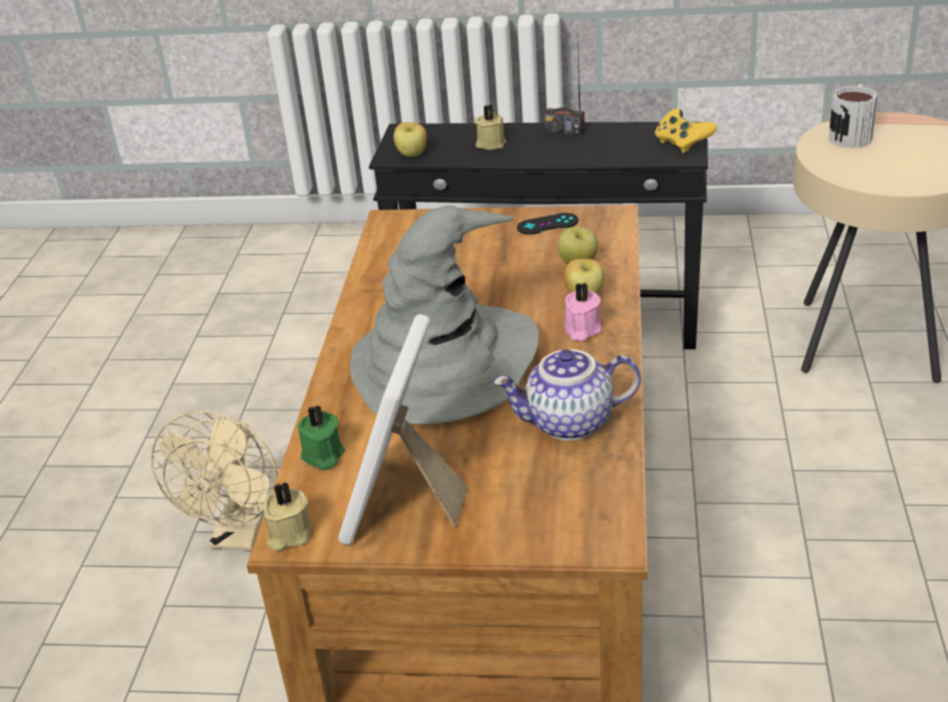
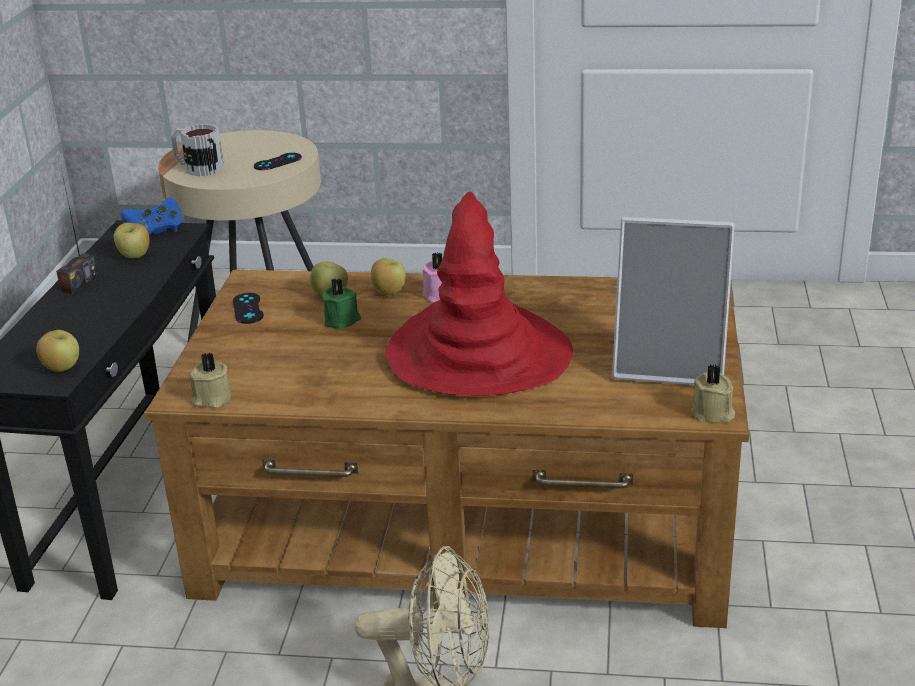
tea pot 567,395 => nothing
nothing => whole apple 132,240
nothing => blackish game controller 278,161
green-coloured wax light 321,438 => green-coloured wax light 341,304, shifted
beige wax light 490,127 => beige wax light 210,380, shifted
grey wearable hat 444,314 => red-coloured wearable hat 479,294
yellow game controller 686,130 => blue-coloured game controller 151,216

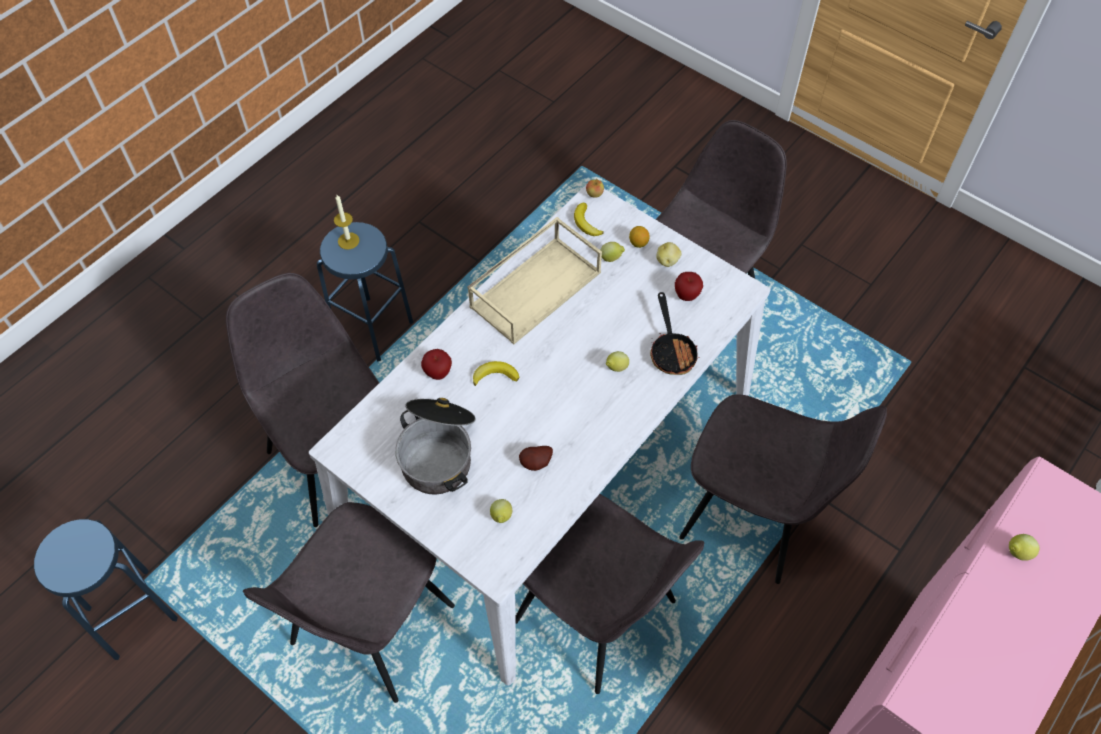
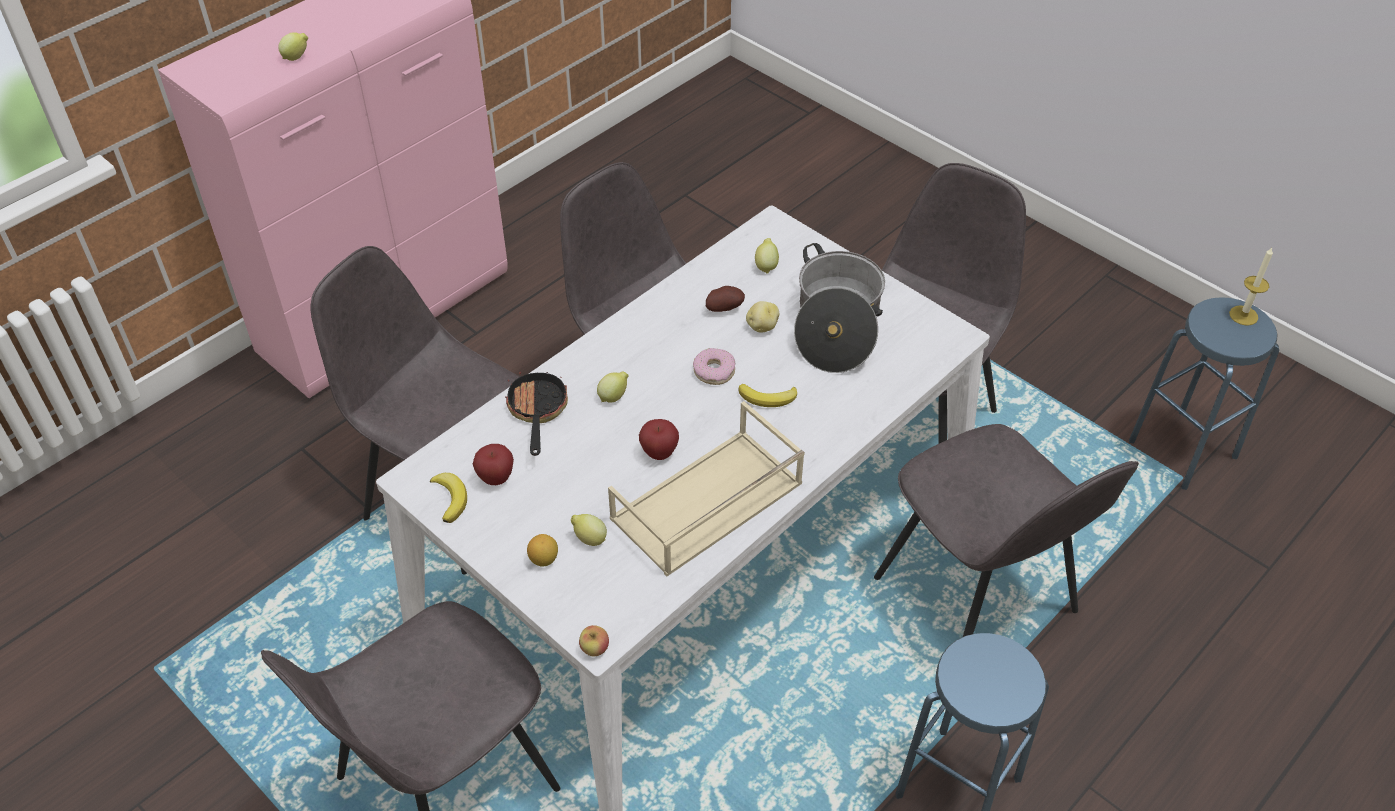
nothing => donut 714,366
wax light 346,222 => wax light 1251,287, shifted
whole apple 436,364 => whole apple 659,439, shifted
banana fruit 588,219 => banana fruit 448,498, shifted
whole potato 669,254 => whole potato 762,316, shifted

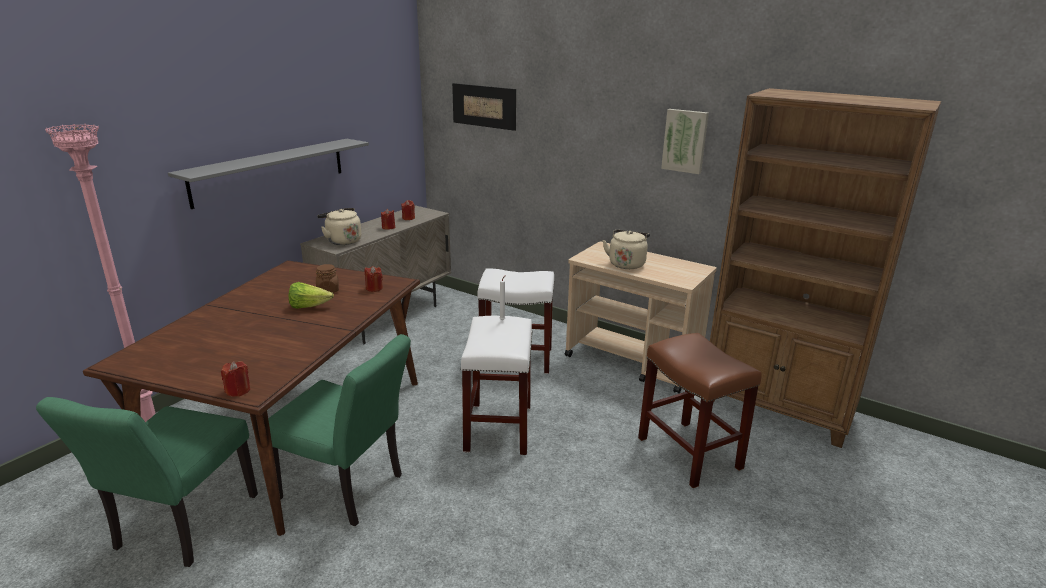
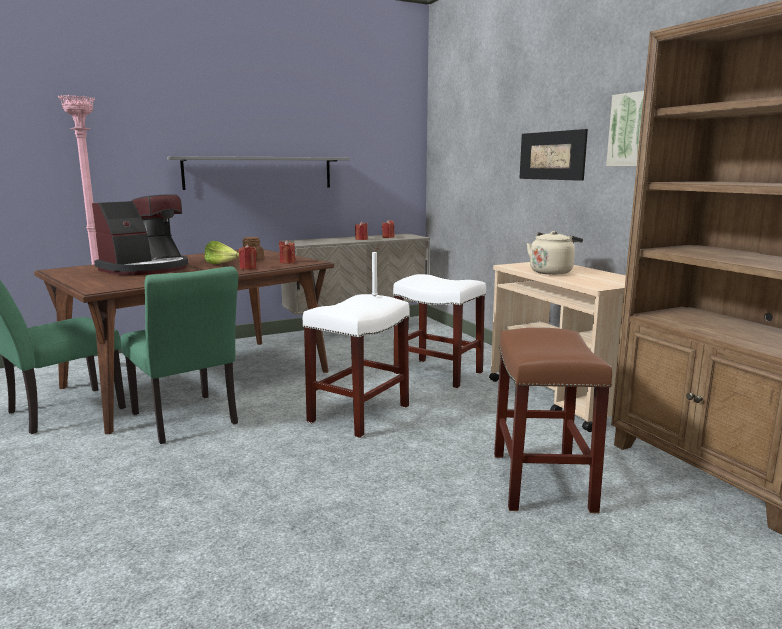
beige water kettle 339,226 => nothing
nothing => coffee brewer 140,234
red-coloured wax light 235,379 => red-coloured wax light 248,257, shifted
picture 484,107 => picture 553,155, shifted

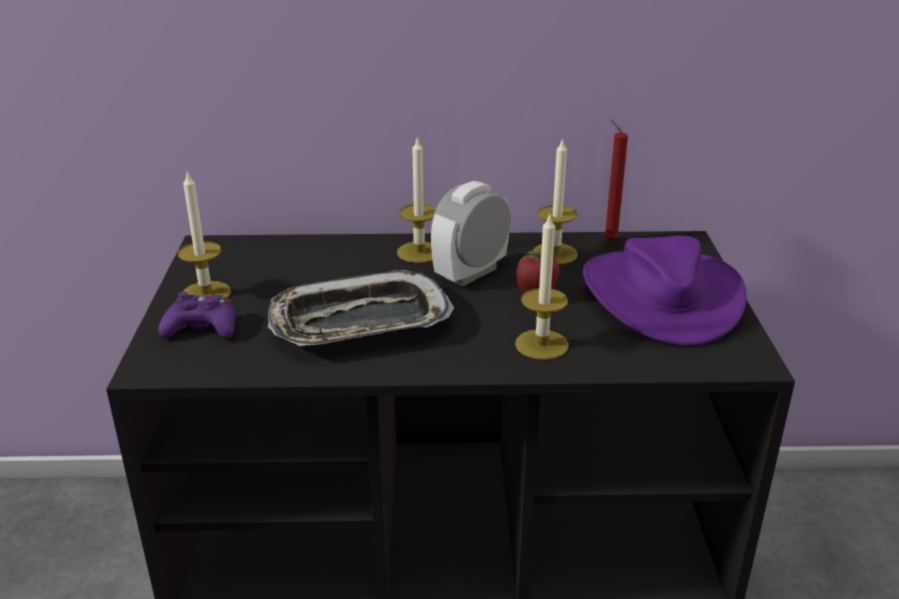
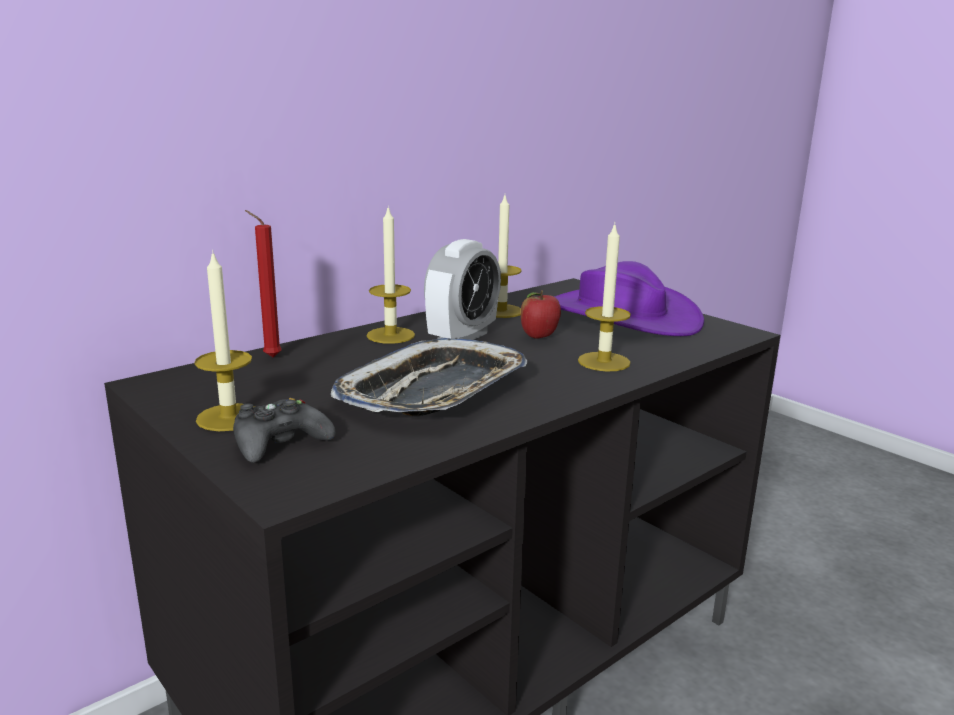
red-coloured wax light 616,180 => red-coloured wax light 263,283, shifted
purple game controller 196,315 => blackish game controller 284,430
alarm clock 471,233 => alarm clock 462,289, 150 degrees counterclockwise

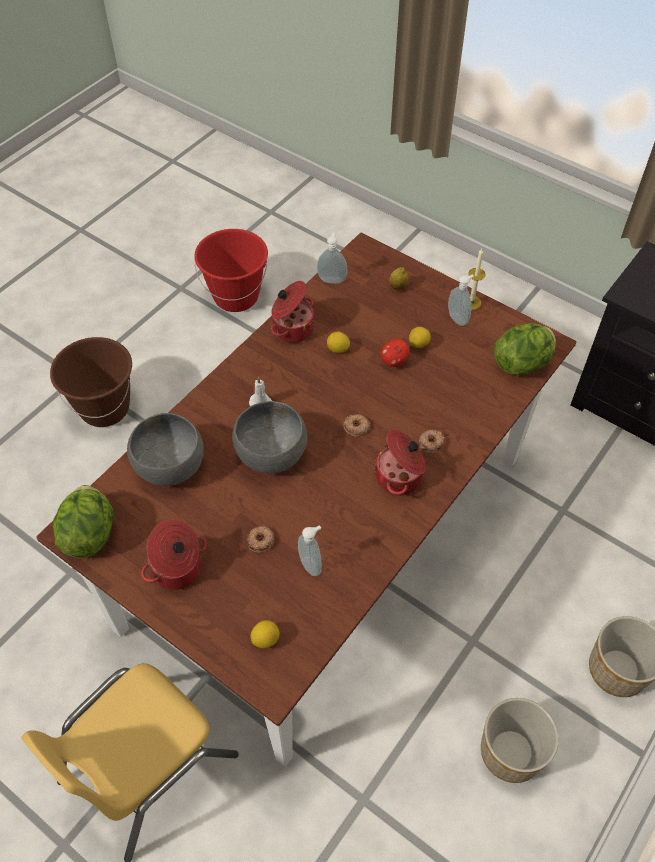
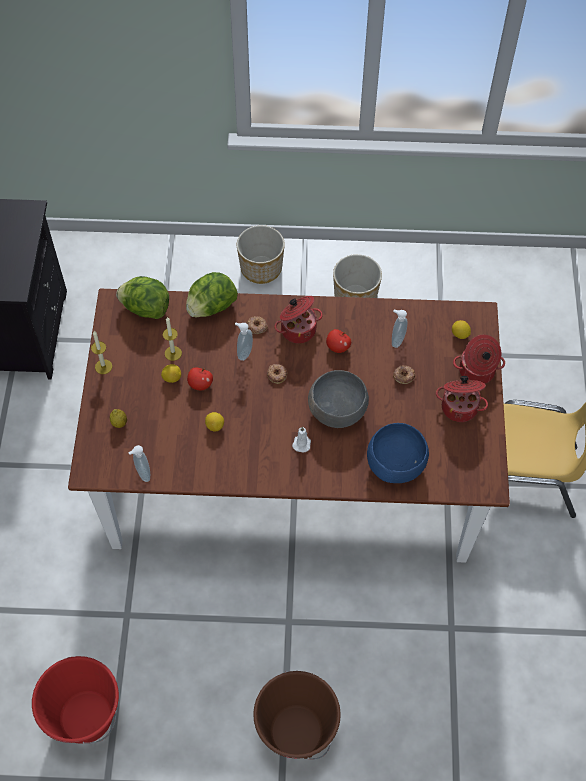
nothing => wax light 172,339
nothing => whole apple 338,341
lettuce 83,521 => lettuce 212,294, shifted
stockpot 292,312 => stockpot 479,359, shifted
soap dispenser 461,300 => soap dispenser 244,342, shifted
grey bowl 165,449 => blue-coloured bowl 398,453

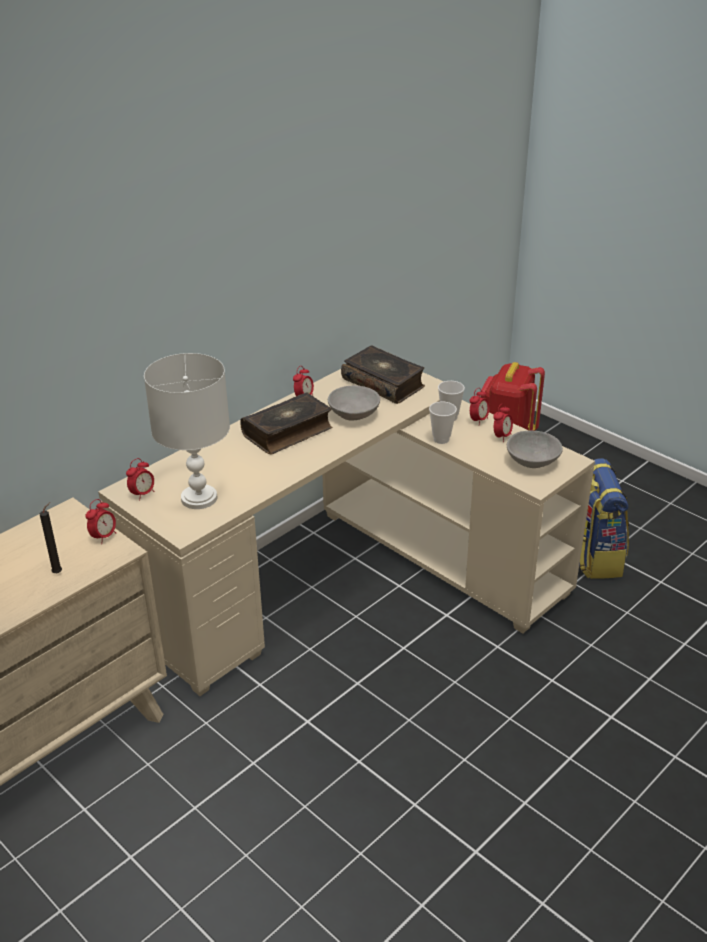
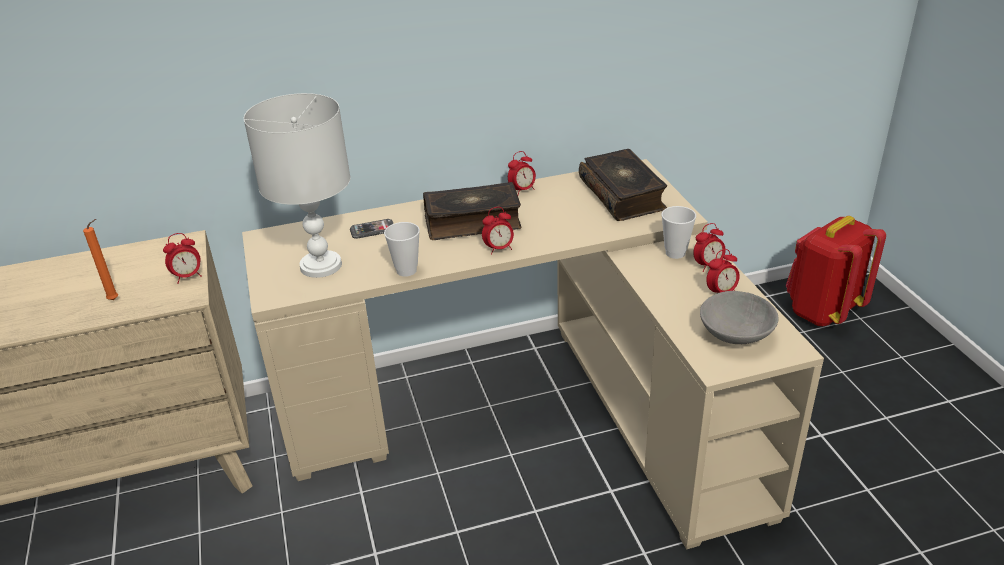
grey bowl 354,403 => nothing
rucksack 604,518 => nothing
nothing => telephone 372,229
alarm clock 140,479 => alarm clock 498,231, shifted
small cup 443,423 => small cup 402,249, shifted
blackish wax light 51,537 => orange wax light 100,259

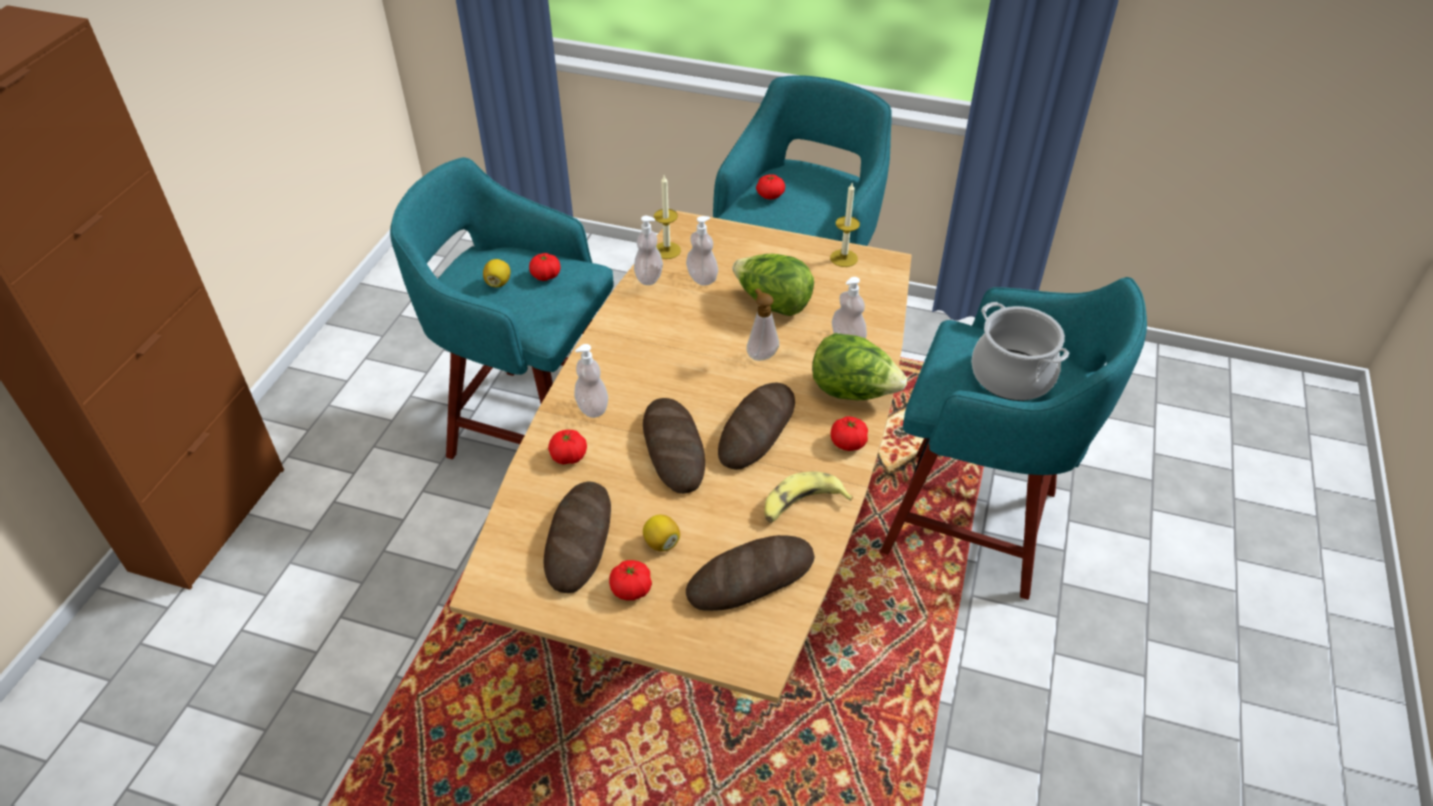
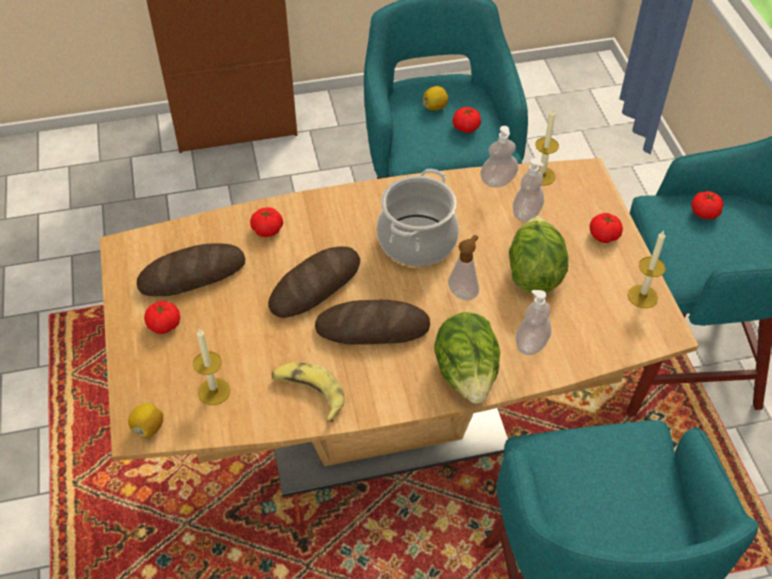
soap dispenser 591,381 => nothing
lemon 661,533 => lemon 145,420, shifted
tomato 849,433 => tomato 606,228, shifted
stockpot 1020,351 => stockpot 418,217, shifted
bread 750,573 => wax light 211,367

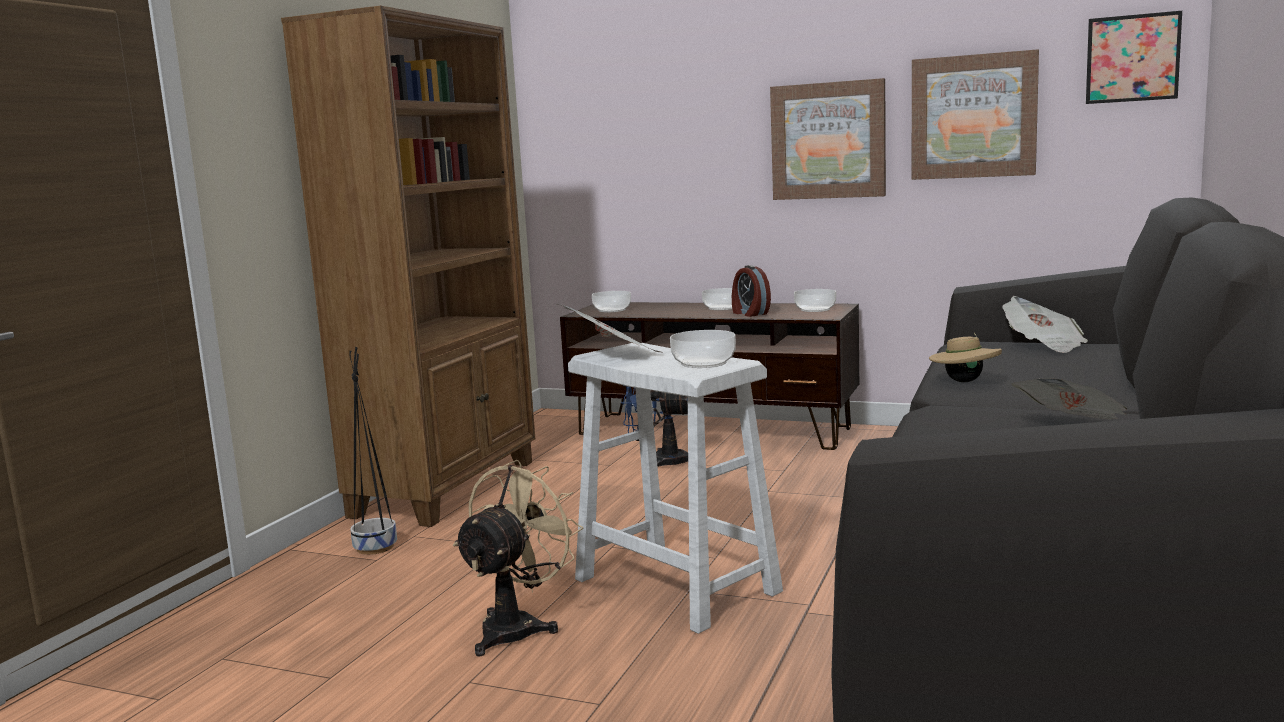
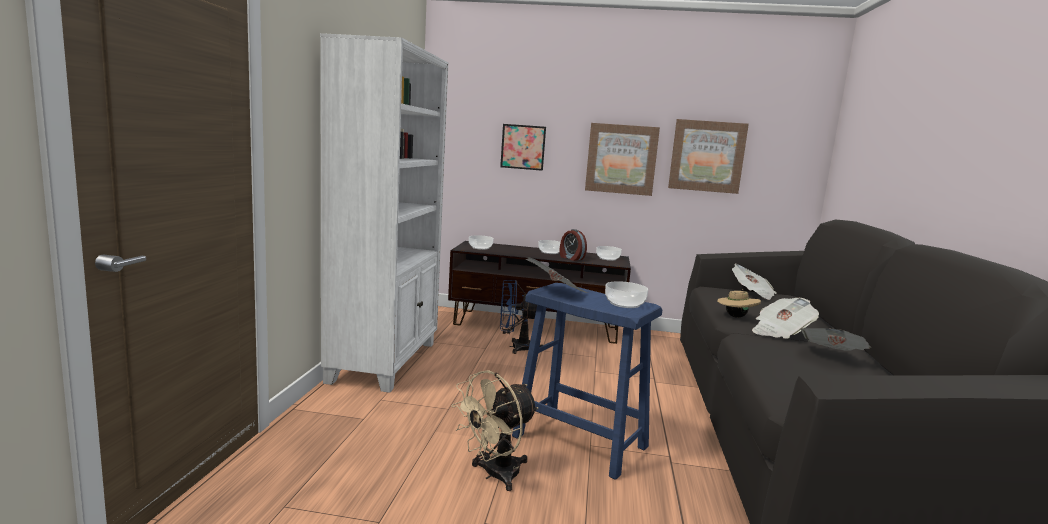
blackish flower pot 373,451 => nothing
nothing => daily paper 785,318
picture 1134,57 => picture 523,147, shifted
brown-coloured bookcase 408,266 => white bookcase 384,213
white sitting stool 675,488 => blue-coloured sitting stool 587,381
beige cooling fan 518,558 => beige cooling fan 495,430, 150 degrees counterclockwise

